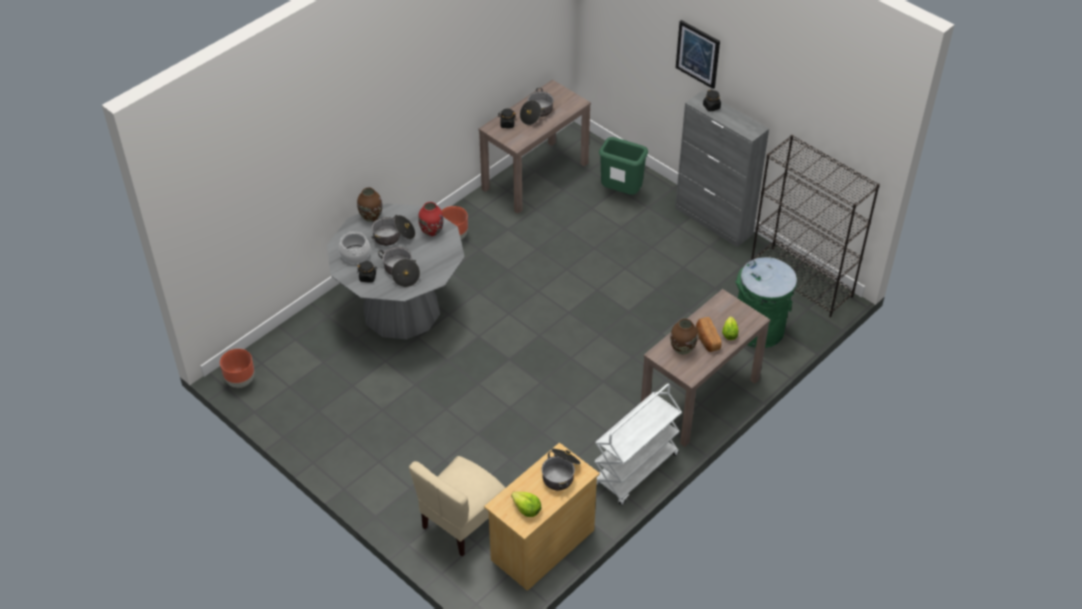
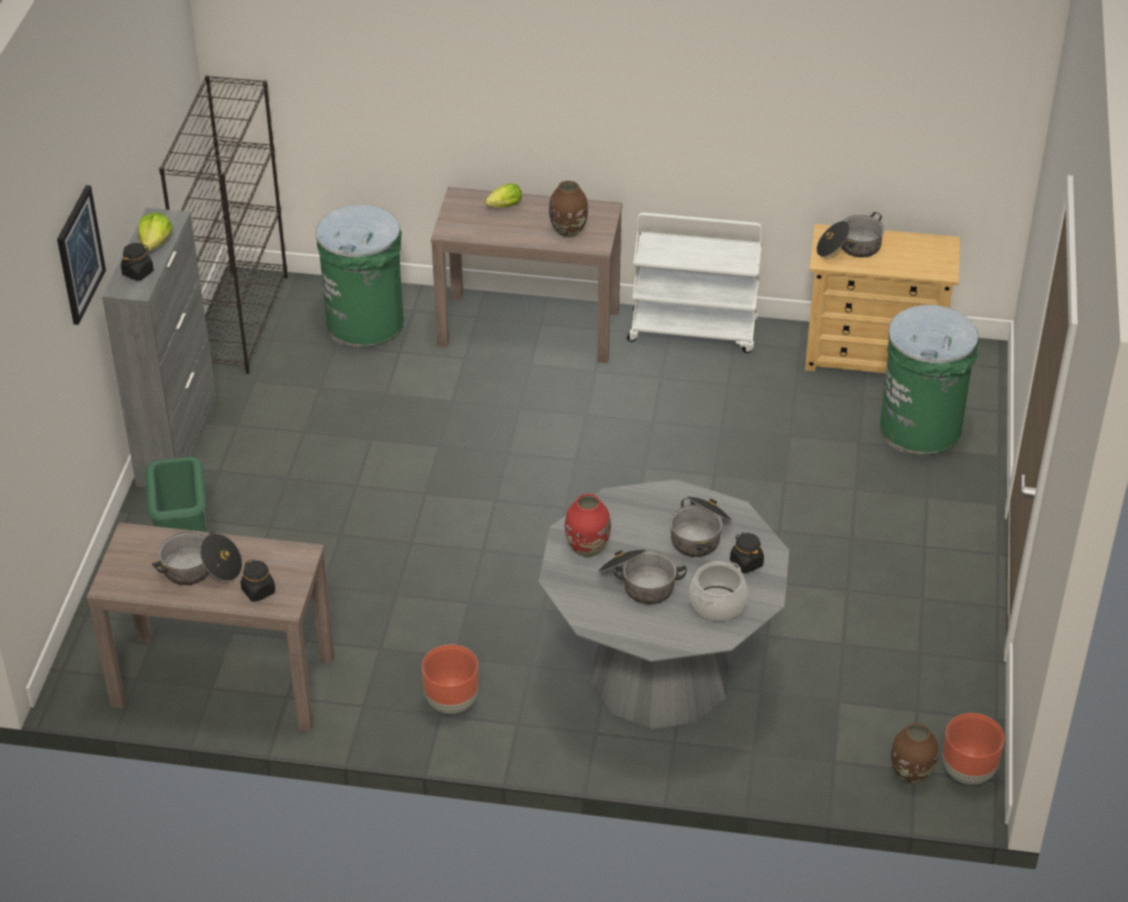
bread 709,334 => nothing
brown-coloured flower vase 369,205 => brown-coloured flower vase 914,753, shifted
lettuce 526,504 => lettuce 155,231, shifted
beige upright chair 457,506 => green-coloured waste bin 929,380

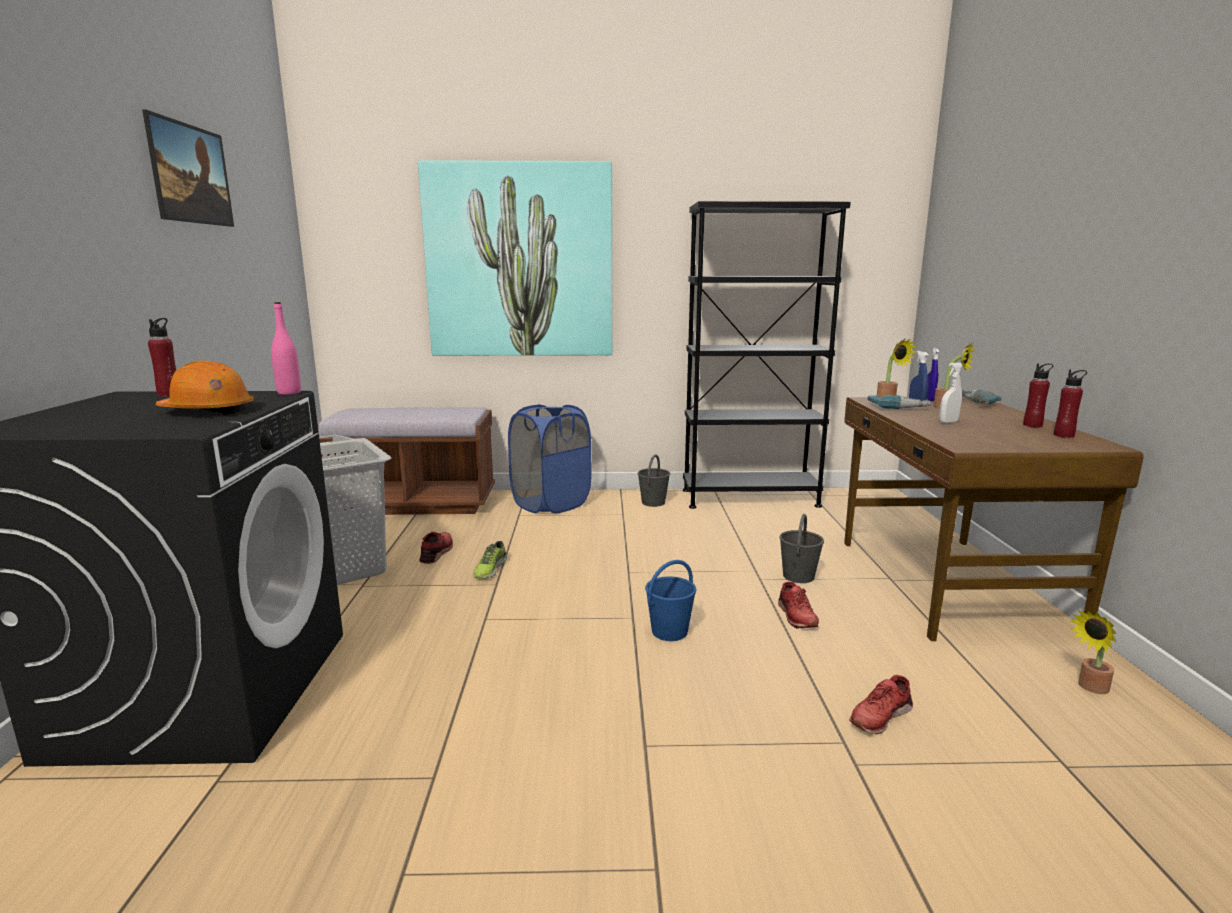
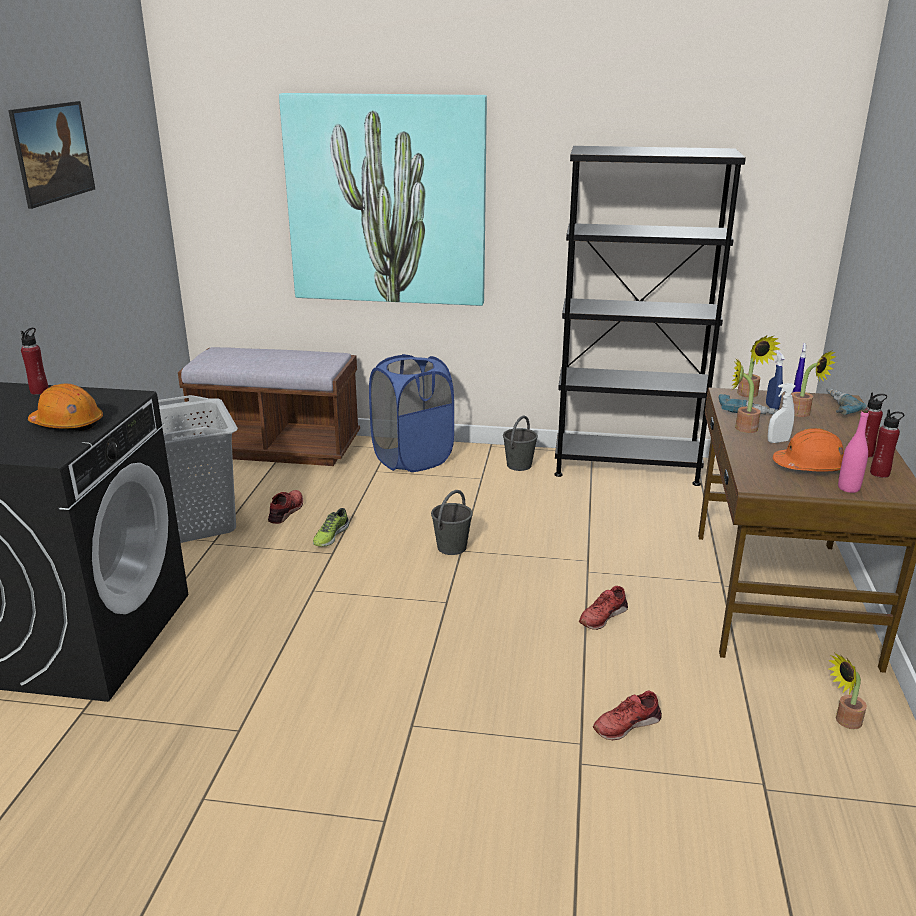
blue-coloured pail 670,600 => nothing
nothing => potted plant 746,395
nothing => orange hard hat 808,450
pinkish bottle 286,348 => pinkish bottle 853,451, shifted
grey pail 802,548 => grey pail 452,522, shifted
red-coloured shoe 798,605 => red-coloured shoe 603,608, 45 degrees clockwise

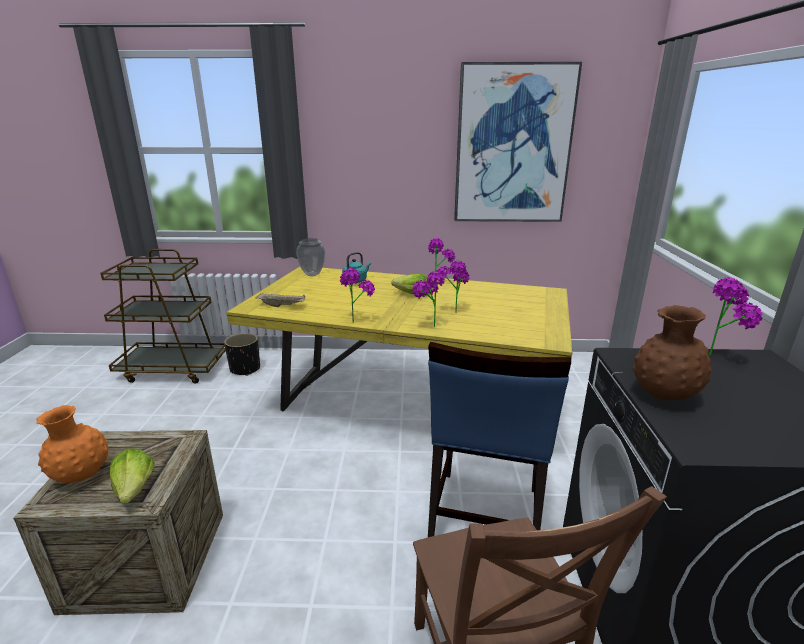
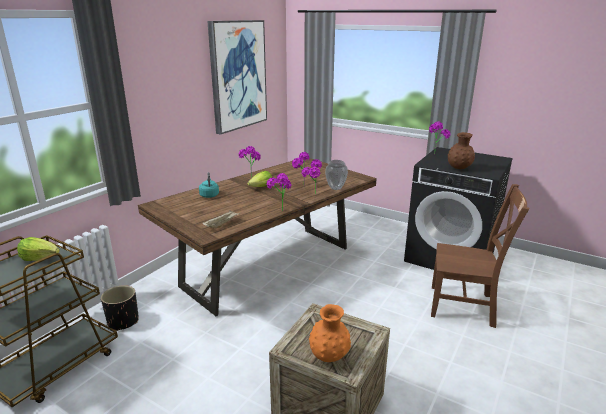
blue-coloured upright chair 499,439 => nothing
lettuce 132,476 => lettuce 38,249, shifted
flower vase 310,257 => flower vase 336,175, shifted
yellow dining table 399,339 => brown-coloured dining table 257,237

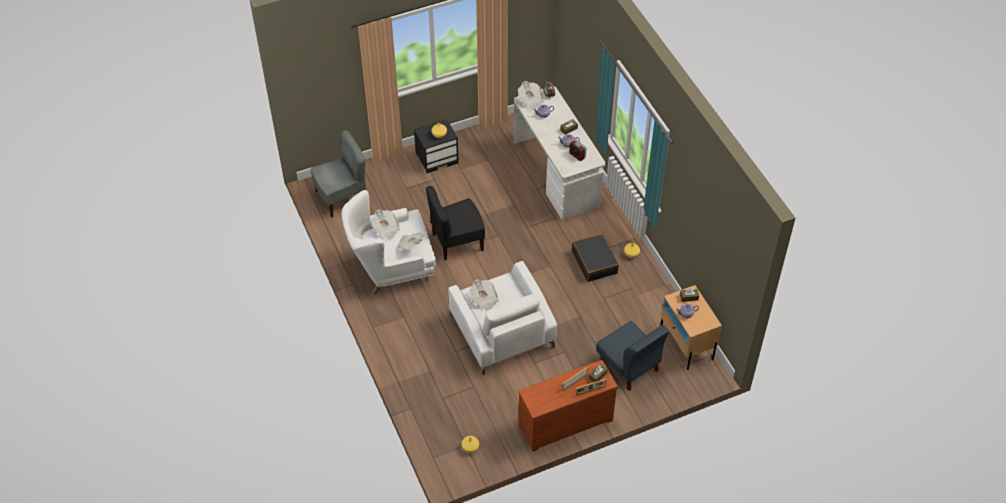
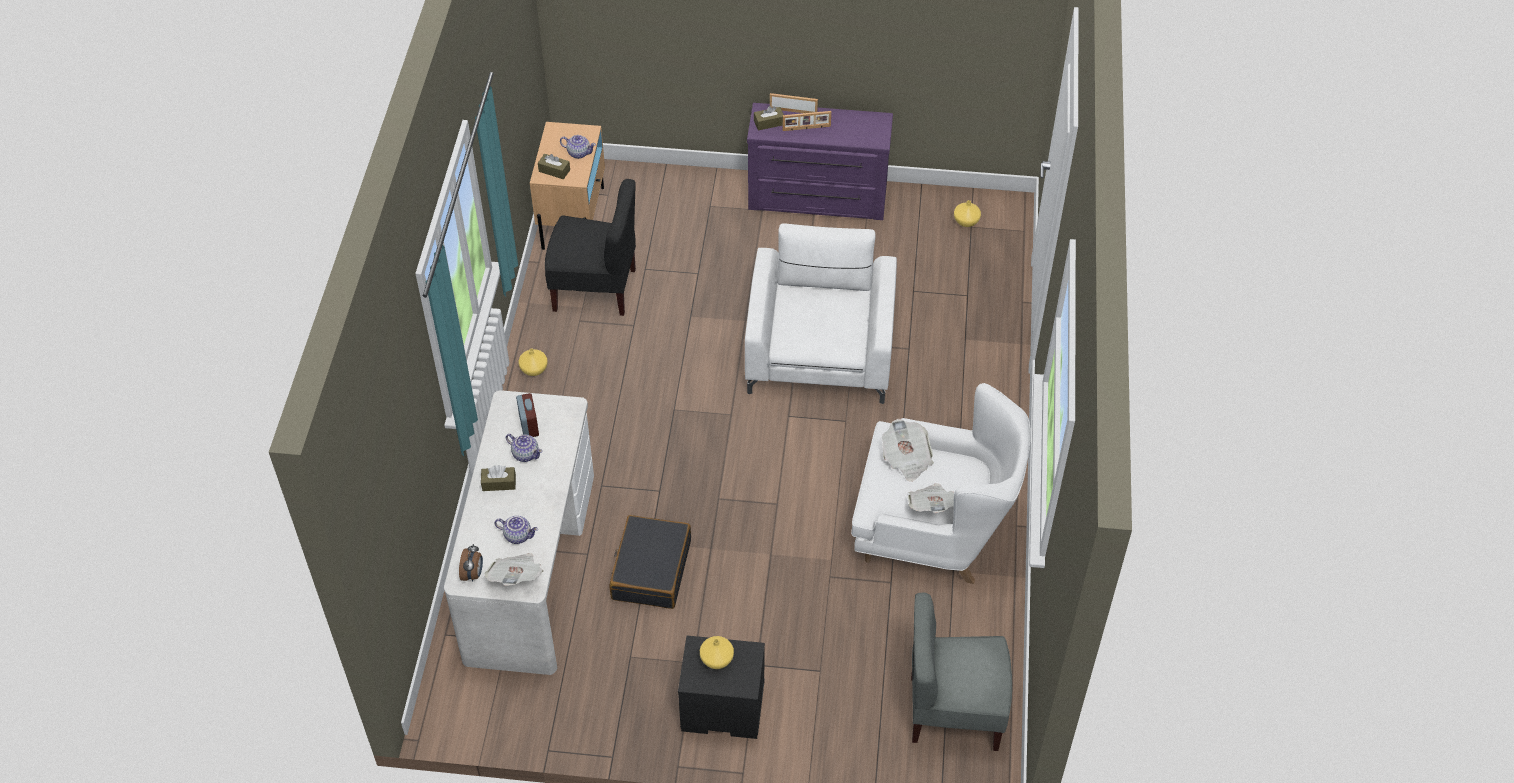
daily paper 484,295 => nothing
blue-coloured upright chair 632,356 => nothing
blackish upright chair 455,223 => blackish upright chair 590,247, shifted
blackish piece of luggage 595,258 => blackish piece of luggage 650,562, shifted
brown-coloured chest of drawers 568,406 => purple chest of drawers 820,161

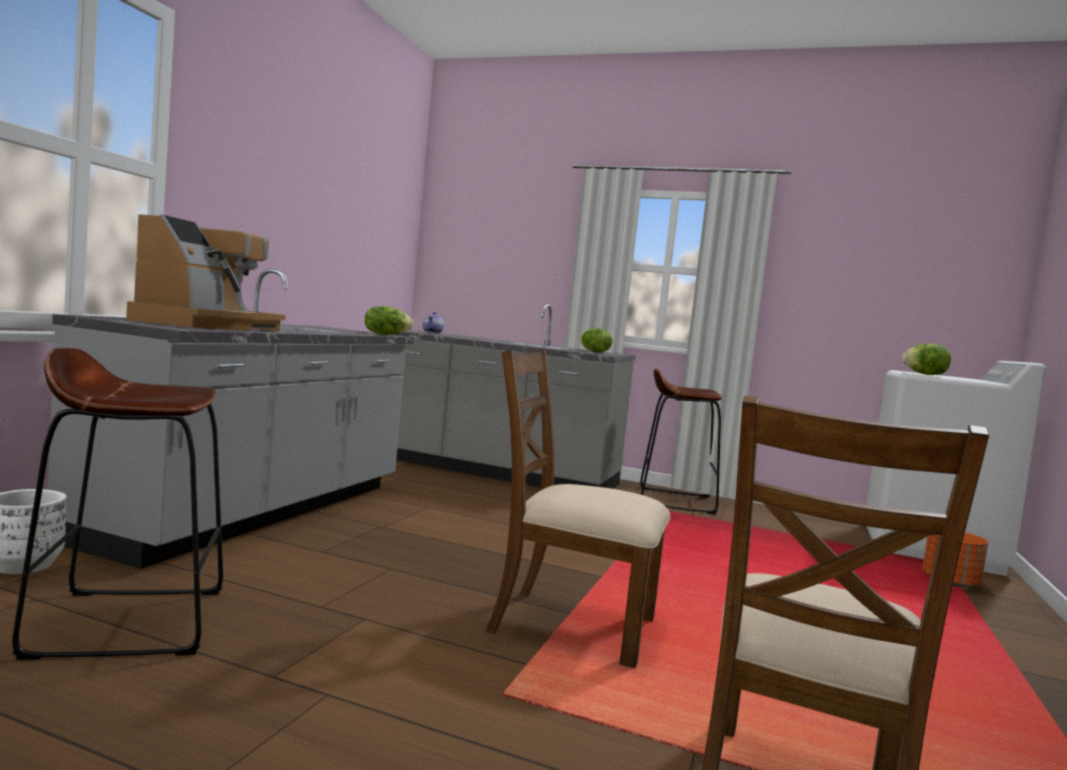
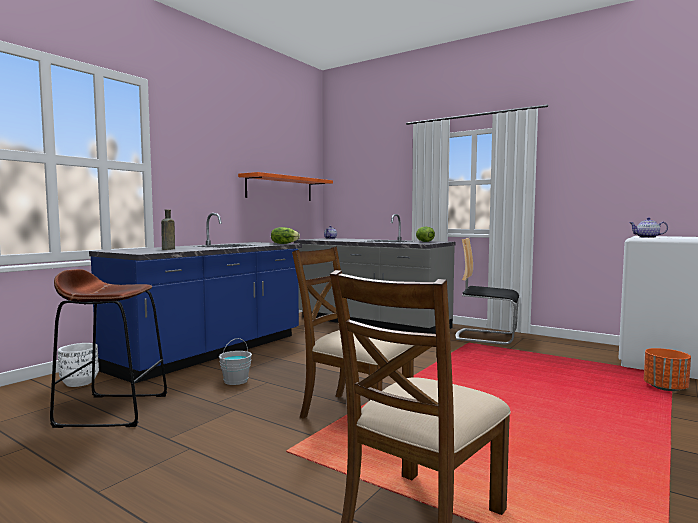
nothing => grey pail 235,361
nothing => orange bracket shelf 285,186
coffee brewer 206,272 => brown-coloured bottle 168,230
brown-coloured sitting stool 681,441 => upright chair 487,291
lettuce 926,359 => tea pot 648,228
grey kitchen base unit 231,419 => blue-coloured kitchen base unit 195,298

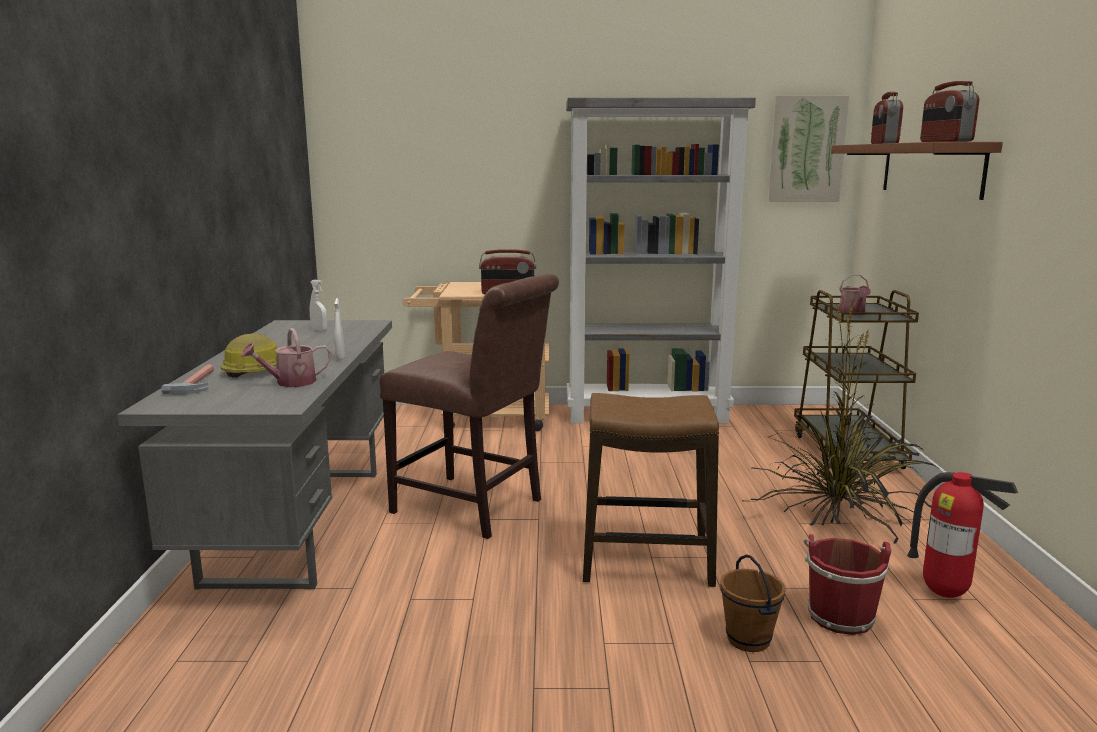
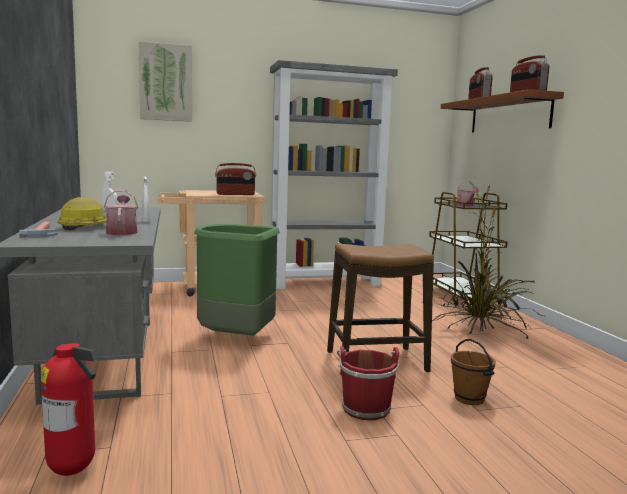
picture 809,148 => picture 165,81, shifted
red-coloured pail 847,584 => red-coloured pail 368,383, shifted
fire extinguisher 962,535 => fire extinguisher 69,409, shifted
brown-coloured upright chair 469,406 => green-coloured waste bin 237,280
sprinkling can 286,357 => sprinkling can 121,212, 120 degrees clockwise

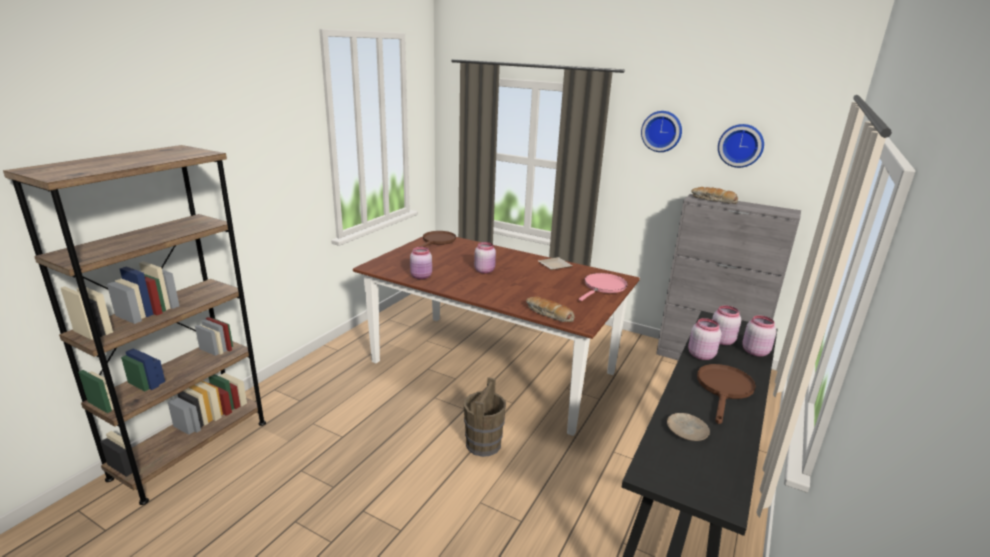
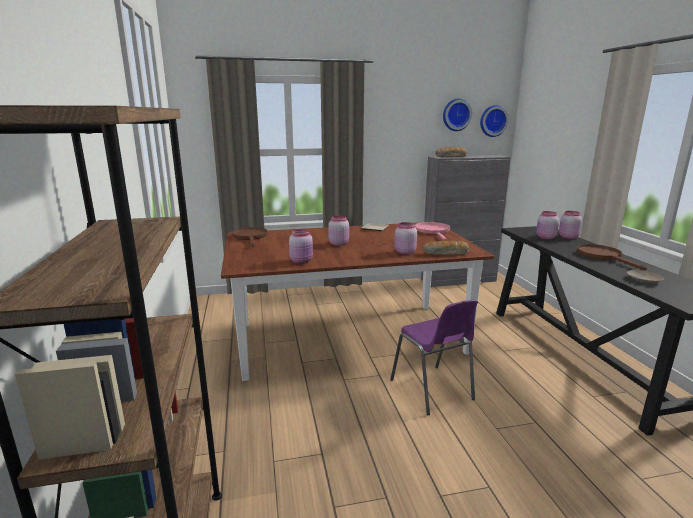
hanging clock 661,131 => hanging clock 494,121, shifted
pinkish jar 704,339 => pinkish jar 405,238, shifted
brown-coloured pail 485,417 => purple upright chair 434,357

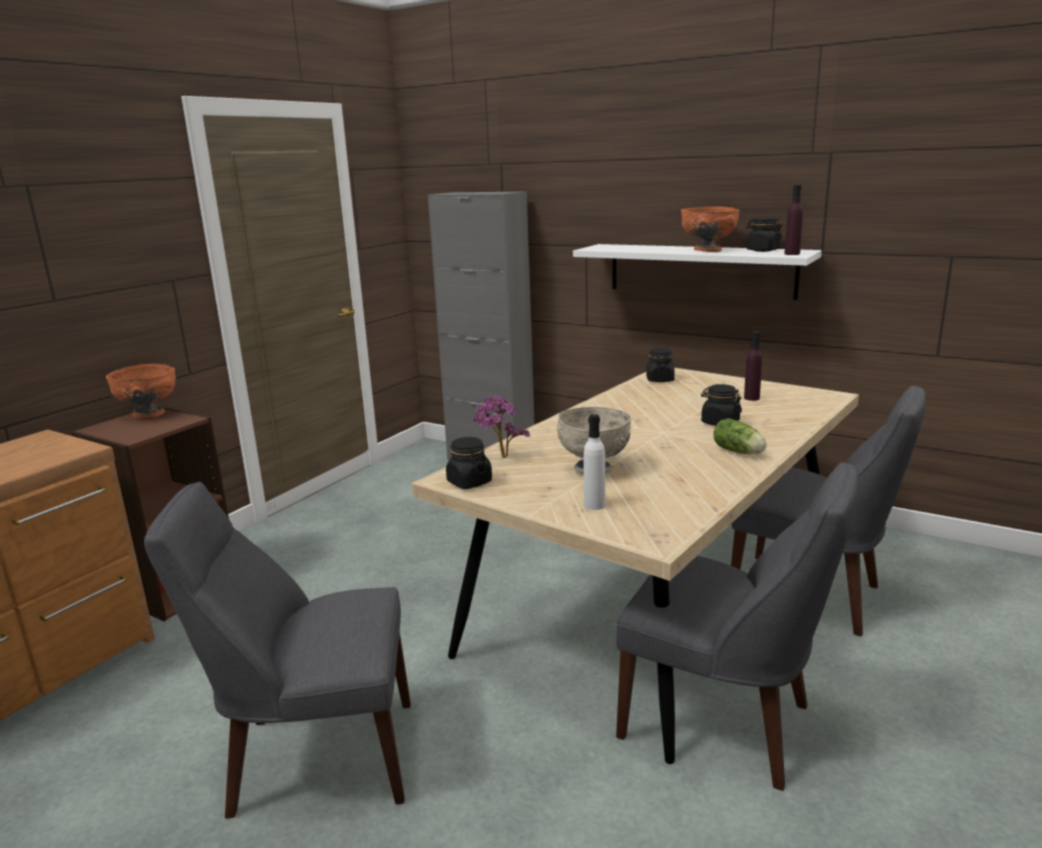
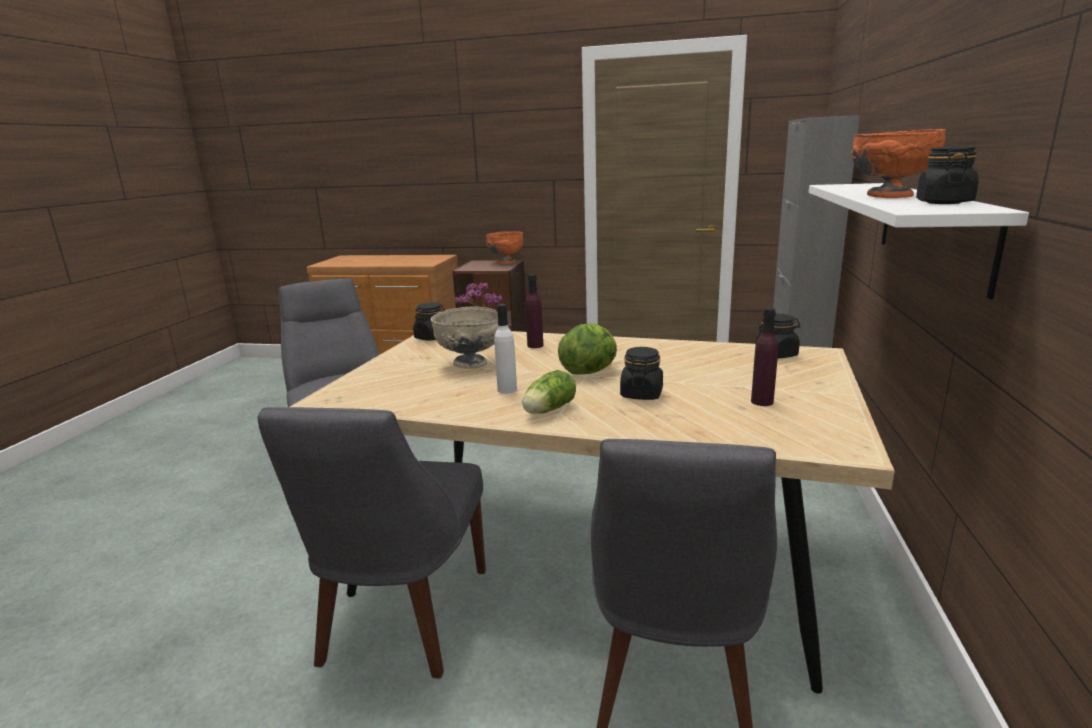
nothing => lettuce 587,349
white bottle 594,462 => white bottle 505,349, shifted
purple bottle 793,220 => purple bottle 534,311, shifted

